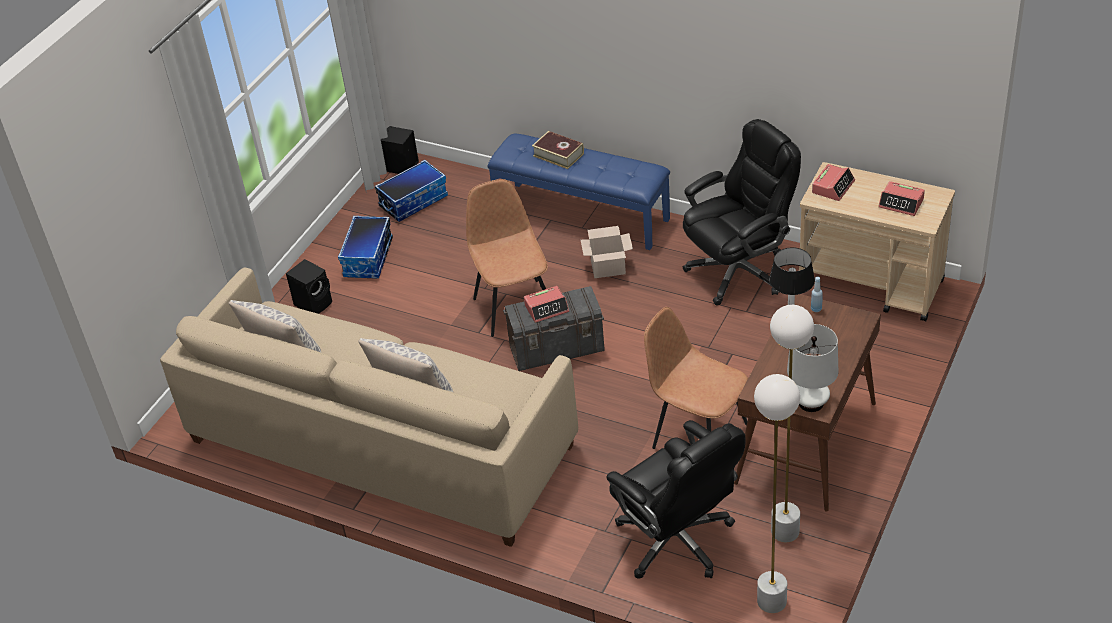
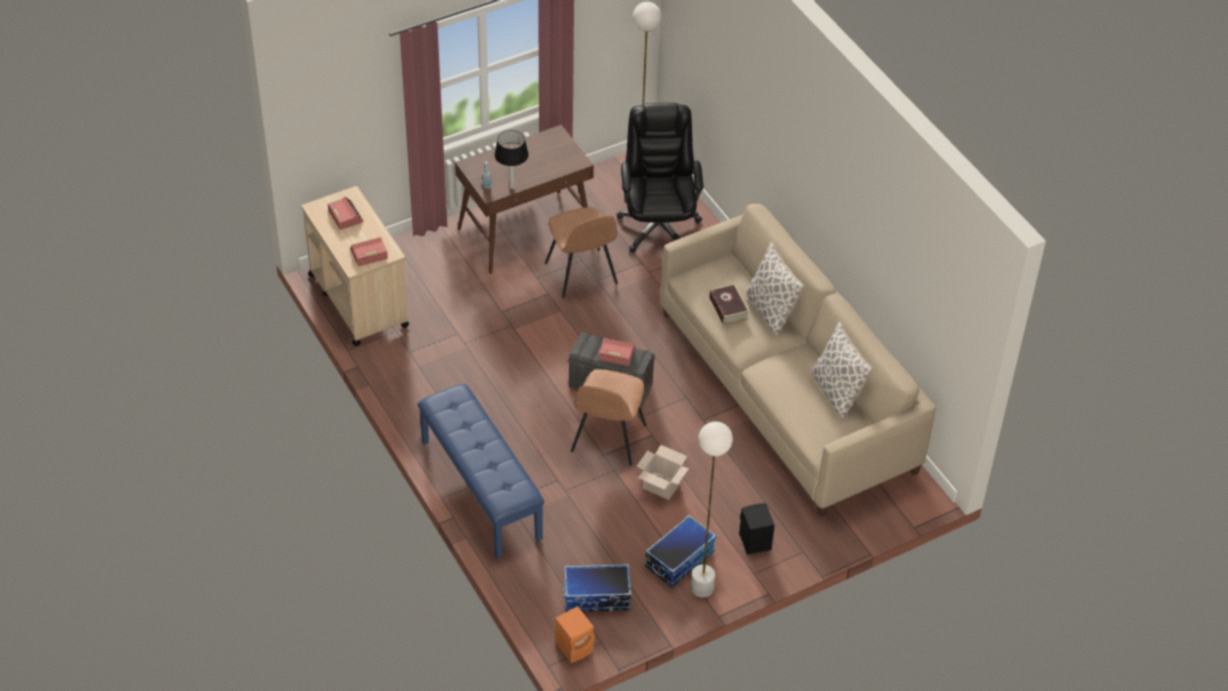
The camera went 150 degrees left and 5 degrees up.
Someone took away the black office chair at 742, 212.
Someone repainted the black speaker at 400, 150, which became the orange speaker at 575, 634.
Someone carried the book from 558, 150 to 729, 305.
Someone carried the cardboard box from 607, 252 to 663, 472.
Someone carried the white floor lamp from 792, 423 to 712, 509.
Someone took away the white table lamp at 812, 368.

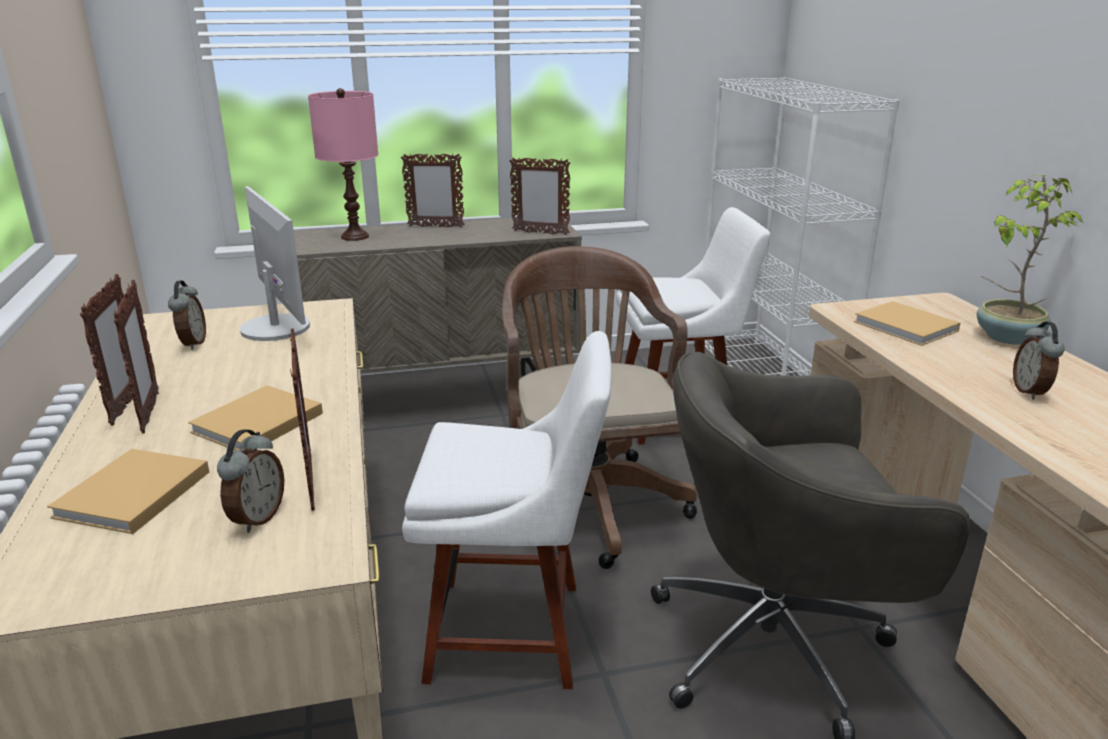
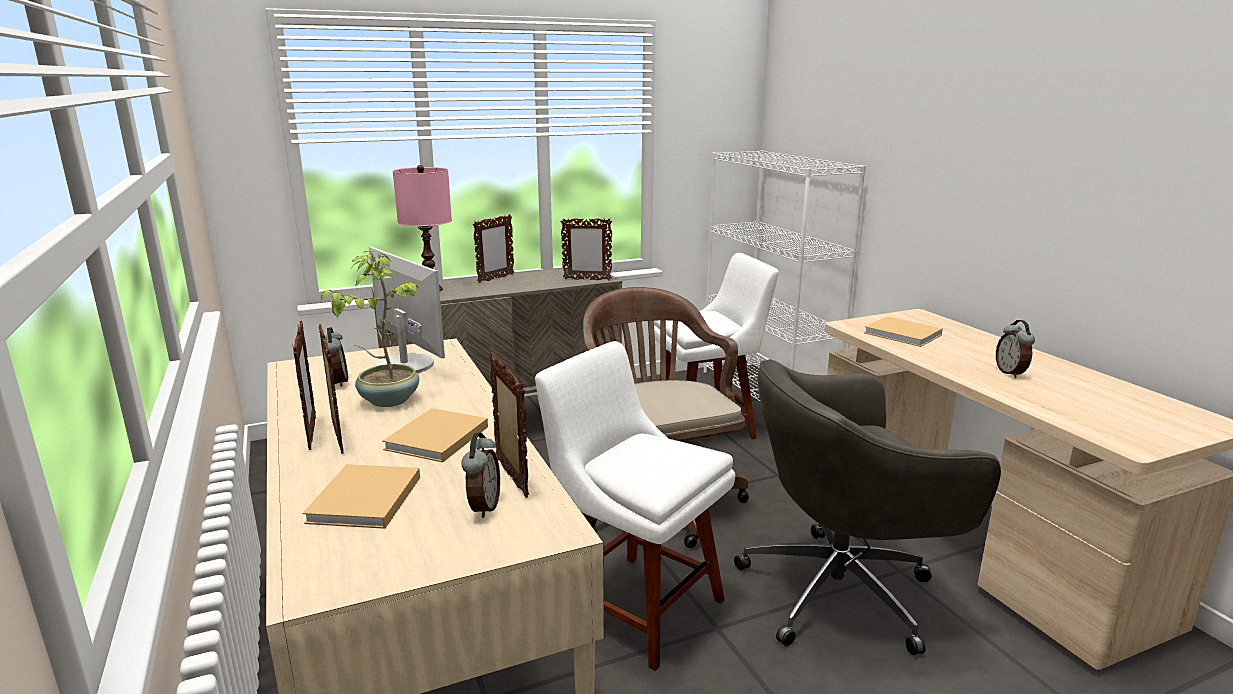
The camera went 10 degrees left and 5 degrees down.
Someone rotated the picture frame at 433, 190 by 45 degrees counterclockwise.
Someone carried the potted plant from 1031, 259 to 369, 328.
Someone rotated the white chair at 507, 510 by 135 degrees counterclockwise.

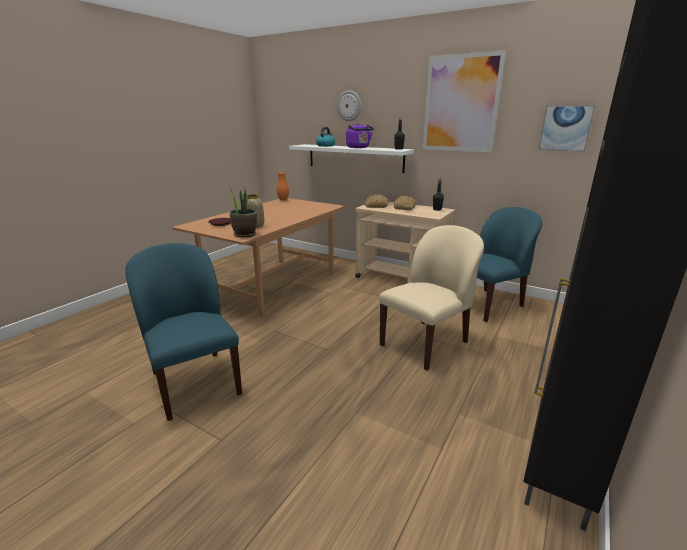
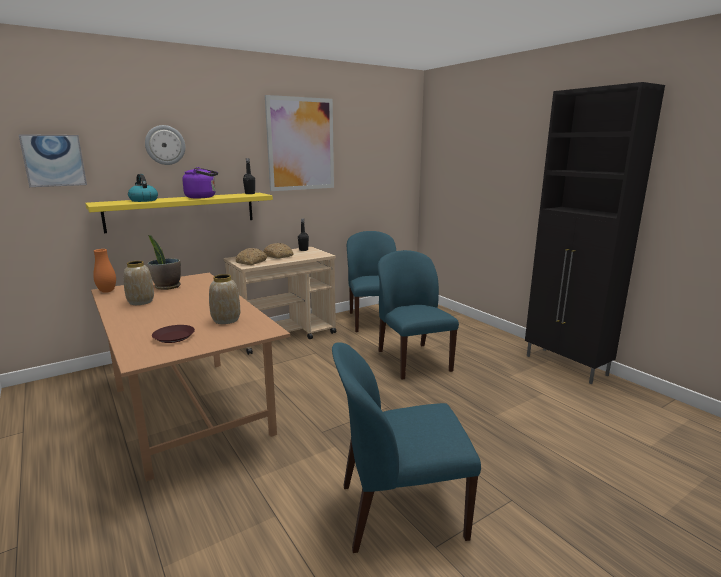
The camera went 65 degrees left and 5 degrees down.
Someone carried the picture from 566, 128 to 52, 160.
Someone repainted the white shelf at 351, 158, which became the yellow shelf at 179, 213.
Someone carried the potted plant from 242, 211 to 164, 262.
Someone repainted the beige chair at 431, 298, which became the blue chair at 418, 314.
Someone put down the vase at 138, 283.

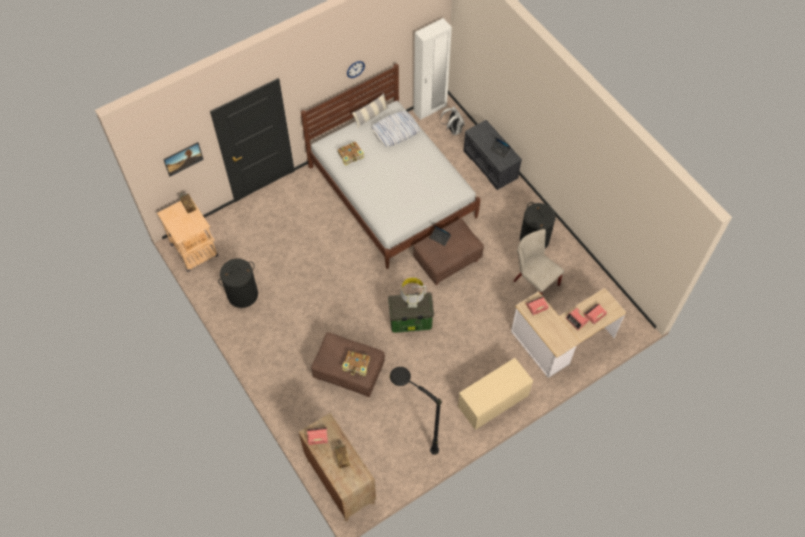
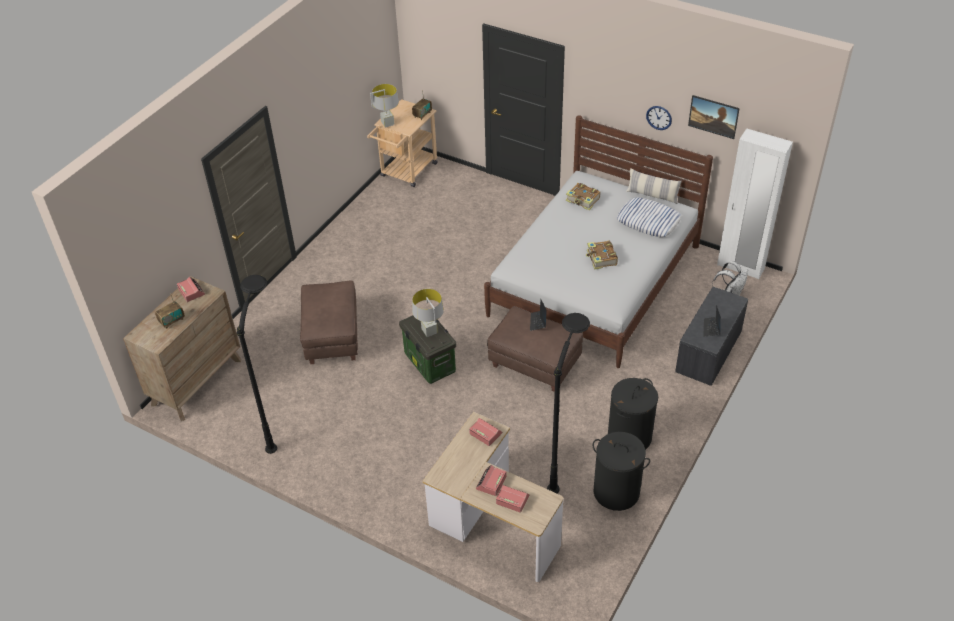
The camera went 65 degrees right and 15 degrees down.
Someone carried the picture from 183, 159 to 714, 117.
Someone swapped the beige chair at 538, 262 for the black floor lamp at 568, 403.
Someone carried the black laundry basket from 238, 283 to 621, 471.
Someone carried the book from 356, 363 to 602, 255.
Someone took away the beige bench at 495, 394.
Someone put down the grey table lamp at 384, 106.

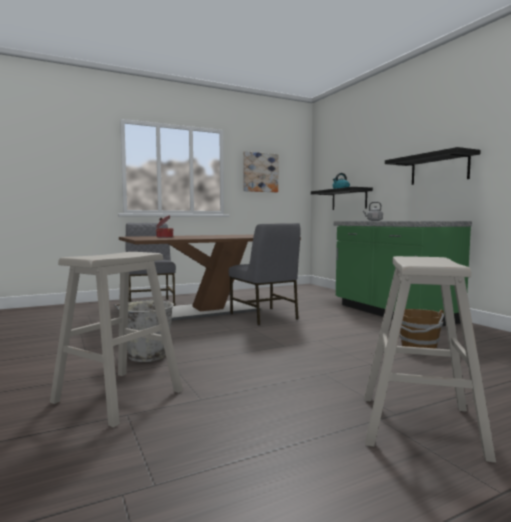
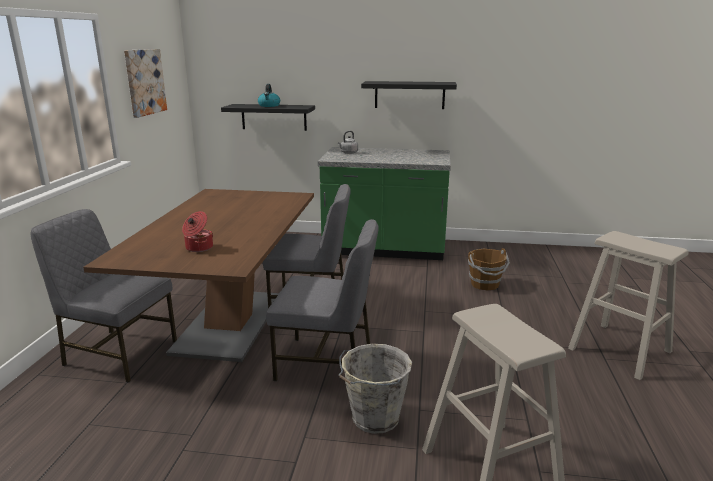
The camera went 55 degrees left and 15 degrees up.
Someone put down the grey chair at 322, 300.

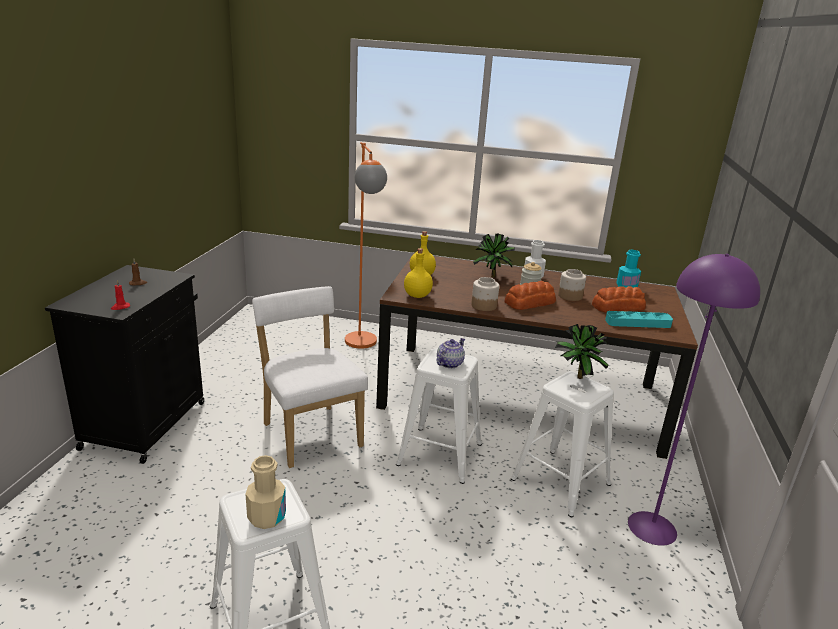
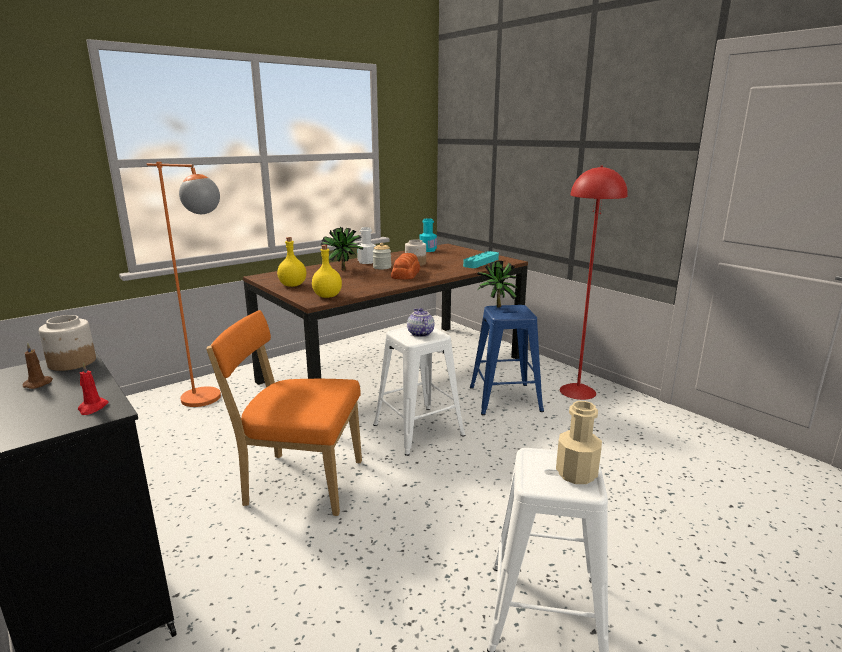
The camera went 50 degrees left and 5 degrees down.
Someone repainted the purple floor lamp at 694, 400, which became the red floor lamp at 594, 283.
Someone carried the jar from 485, 294 to 67, 343.
Someone repainted the white chair at 310, 377, which became the orange chair at 284, 413.
Someone took away the bread at 619, 299.
Someone repainted the white stool at 562, 444, which became the blue stool at 507, 360.

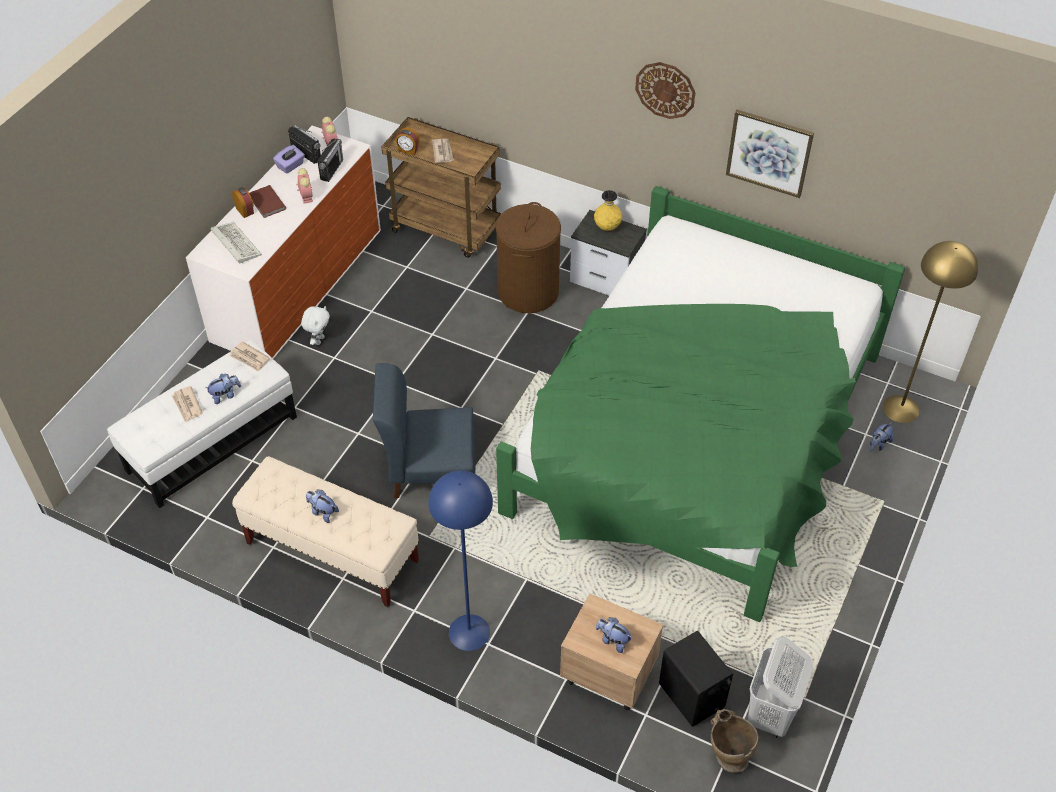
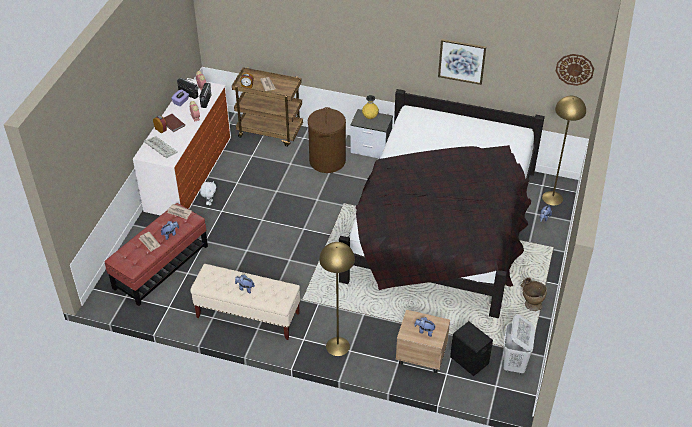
The camera went 10 degrees left and 5 degrees down.
Someone carried the wall clock from 665, 90 to 575, 70.
Someone repainted the green bed at 701, 404, which became the black bed at 442, 203.
Someone repainted the white ottoman at 202, 424, which became the red ottoman at 156, 254.
Someone took away the blue chair at 424, 430.
Someone repainted the blue floor lamp at 460, 561, which became the yellow floor lamp at 337, 299.
Someone carried the beige vase from 734, 741 to 533, 294.

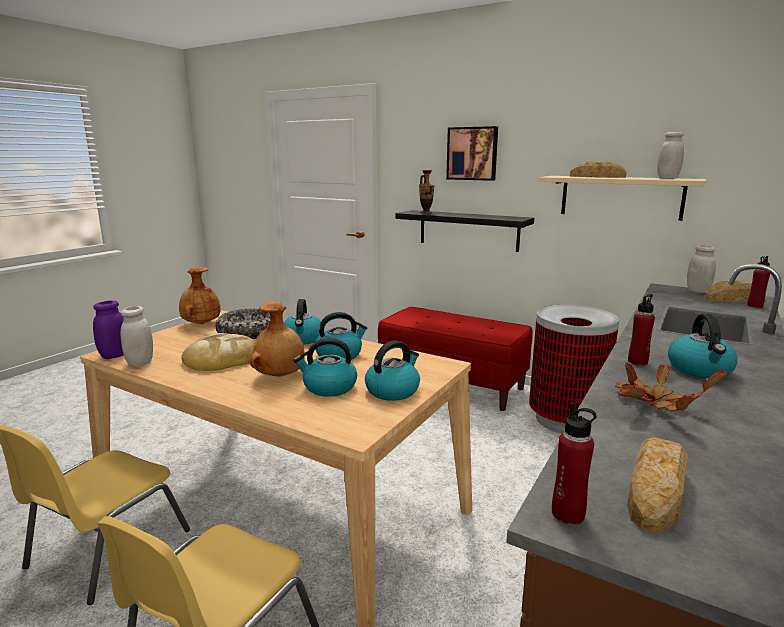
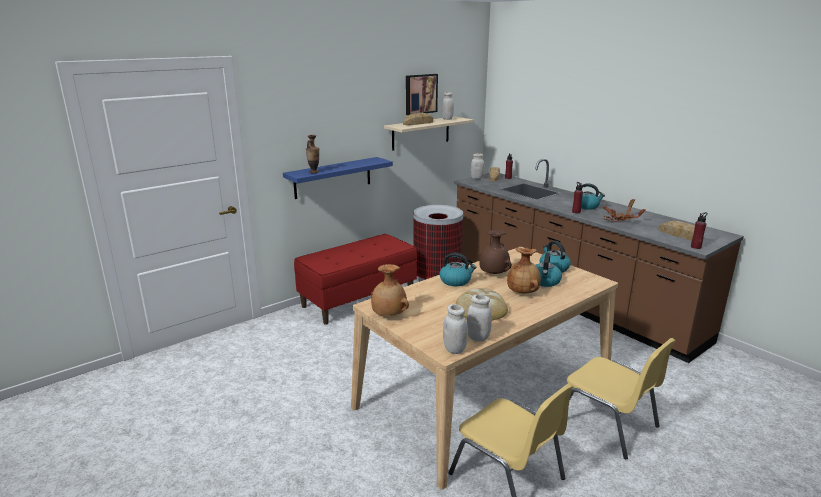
The camera went 70 degrees left and 5 degrees up.
Someone carried the picture from 472, 153 to 422, 94.
Someone repainted the black shelf at 464, 231, which became the blue shelf at 338, 178.
Someone repainted the purple jar at 108, 329, which became the white jar at 455, 329.
Someone took away the bowl at 243, 323.
Someone swapped the kettle at 341, 336 for the brown vase at 495, 252.

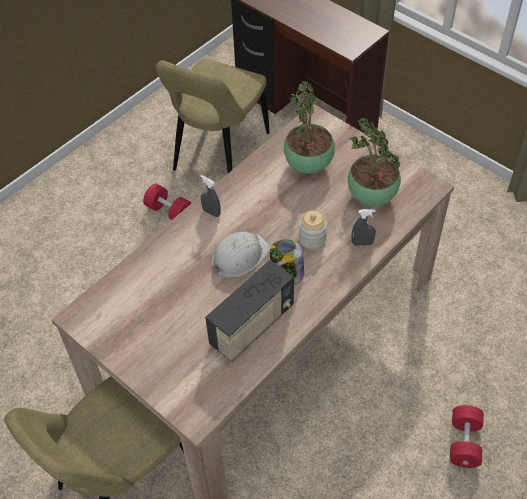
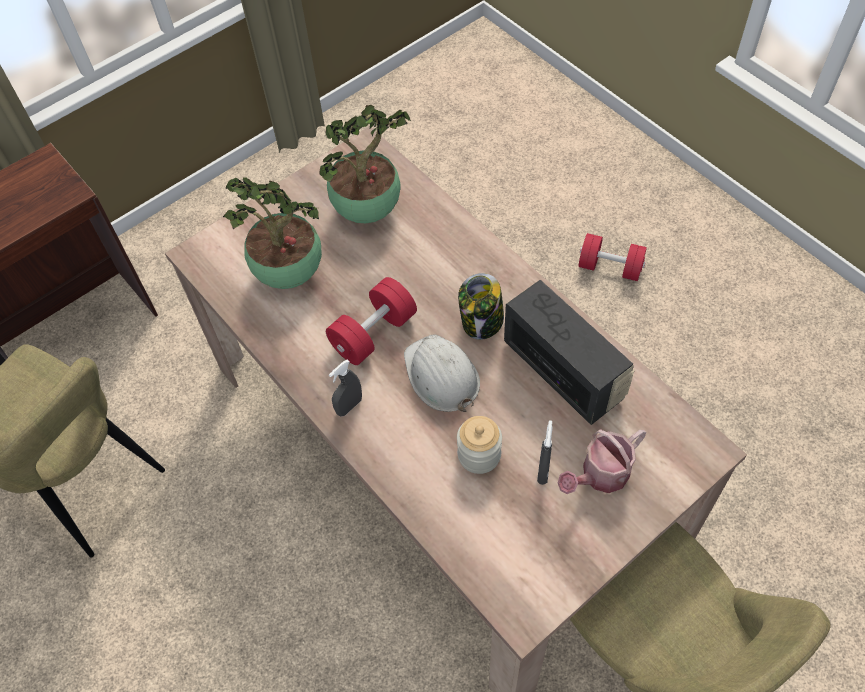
The camera went 80 degrees left and 5 degrees up.
Someone carried the red dumbbell from 167, 202 to 371, 321.
Someone carried the grey spray bottle from 364, 227 to 545, 452.
Someone carried the jar from 313, 229 to 479, 445.
Someone put down the watering can at 602, 461.

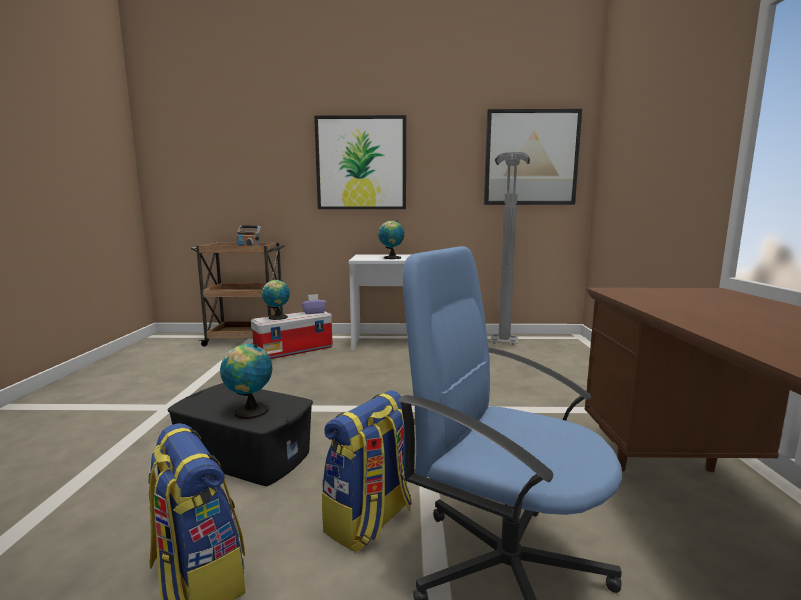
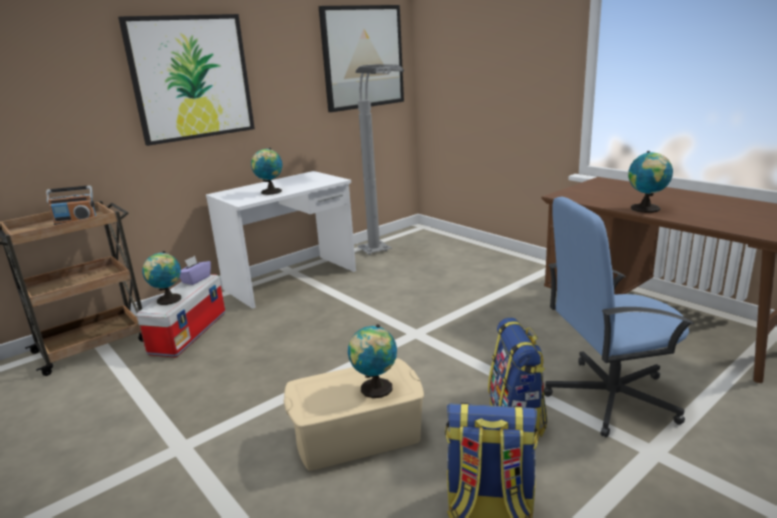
The camera went 40 degrees left and 10 degrees up.
Someone repainted the black storage box at 240, 434, which became the beige storage box at 354, 414.
Someone put down the globe at 650, 182.

